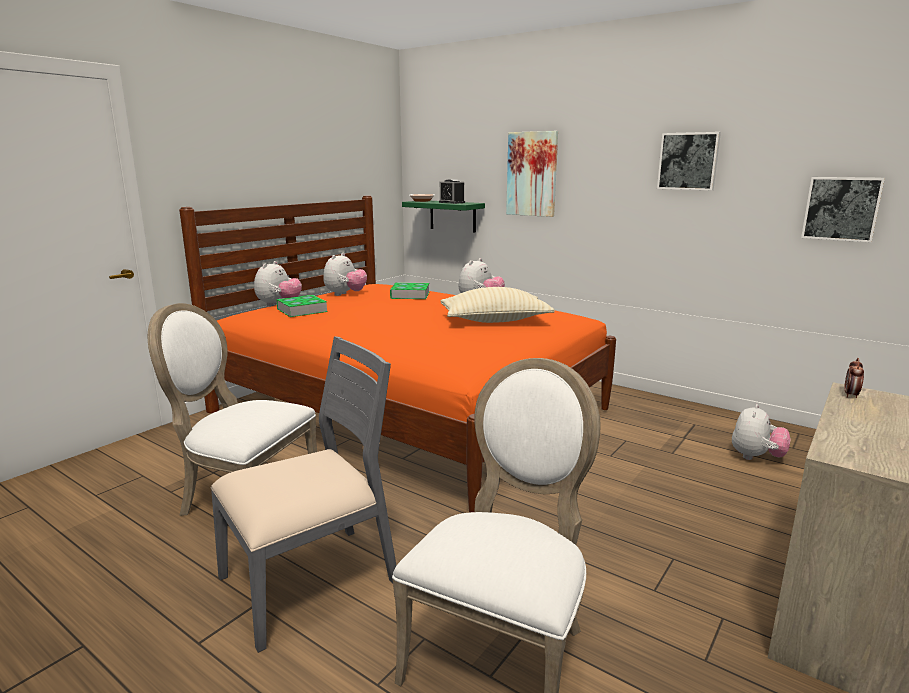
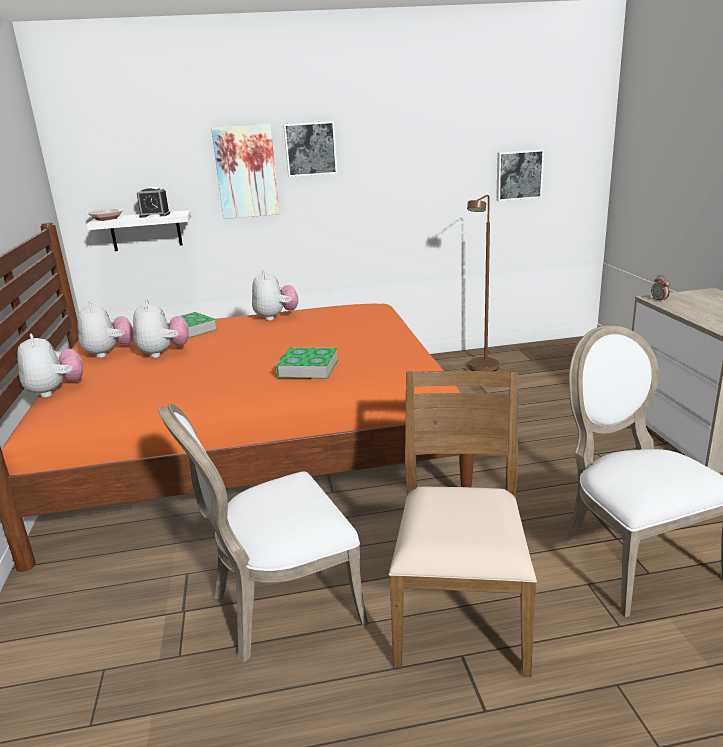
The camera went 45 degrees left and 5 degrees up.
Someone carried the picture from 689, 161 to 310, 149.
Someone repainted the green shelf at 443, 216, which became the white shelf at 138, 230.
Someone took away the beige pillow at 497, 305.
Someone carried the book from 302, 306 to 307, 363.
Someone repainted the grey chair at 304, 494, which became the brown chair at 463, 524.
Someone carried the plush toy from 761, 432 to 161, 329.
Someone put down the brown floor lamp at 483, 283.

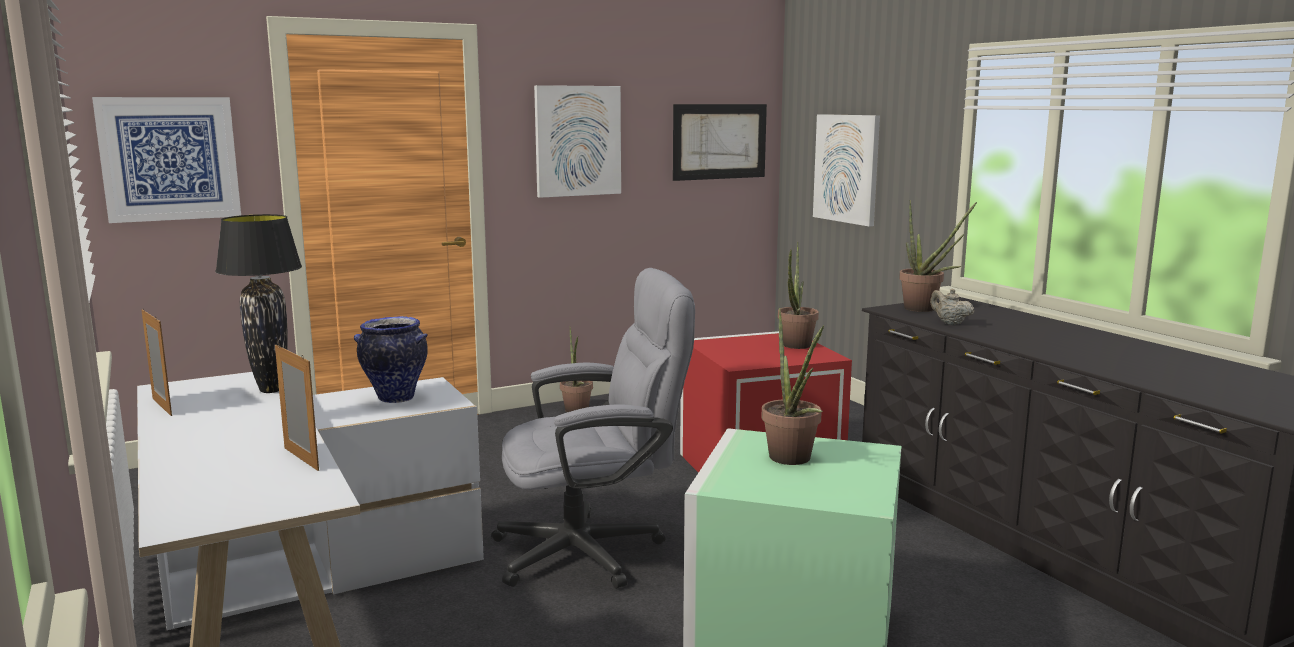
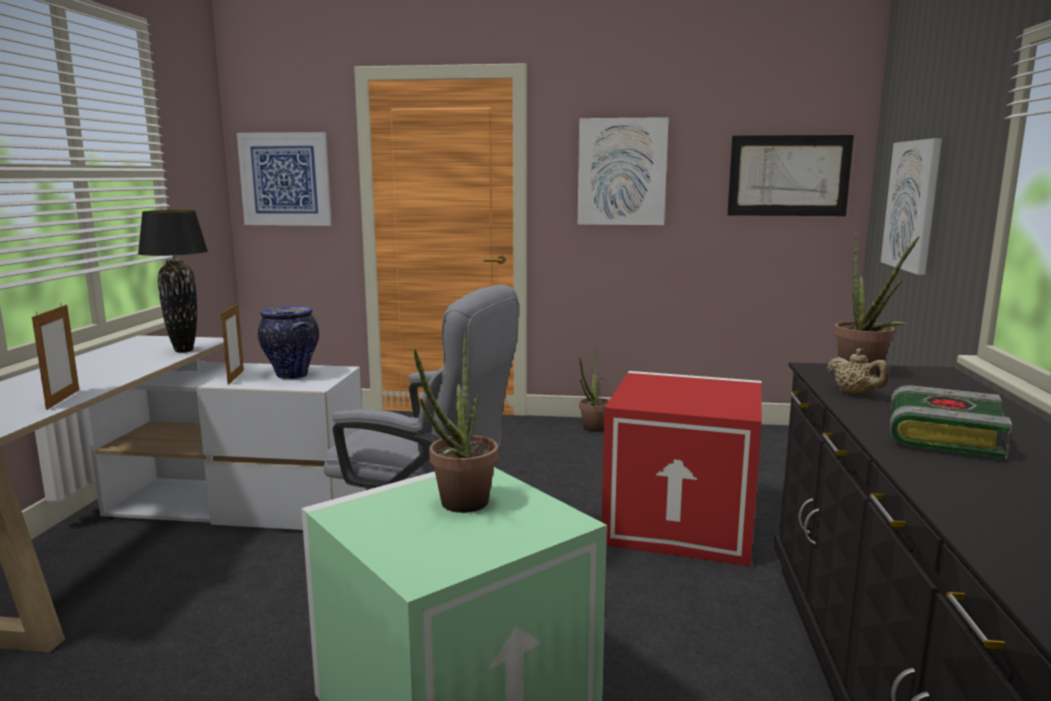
The camera went 35 degrees right and 0 degrees up.
Someone took away the potted plant at 798, 295.
Someone rotated the beige teapot at 952, 307 by 150 degrees clockwise.
Someone carried the picture frame from 156, 362 to 232, 344.
Someone put down the book at 951, 422.

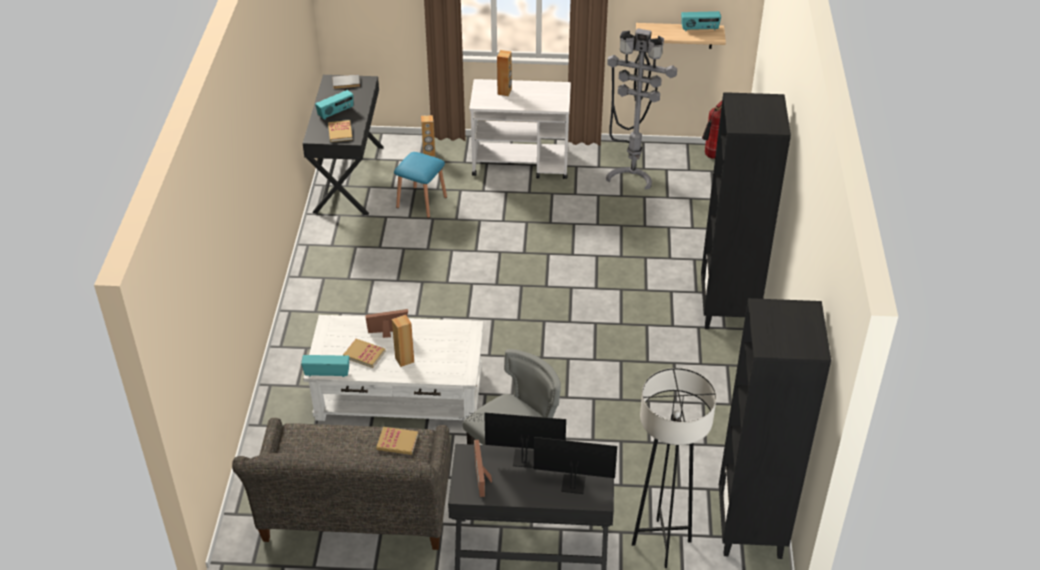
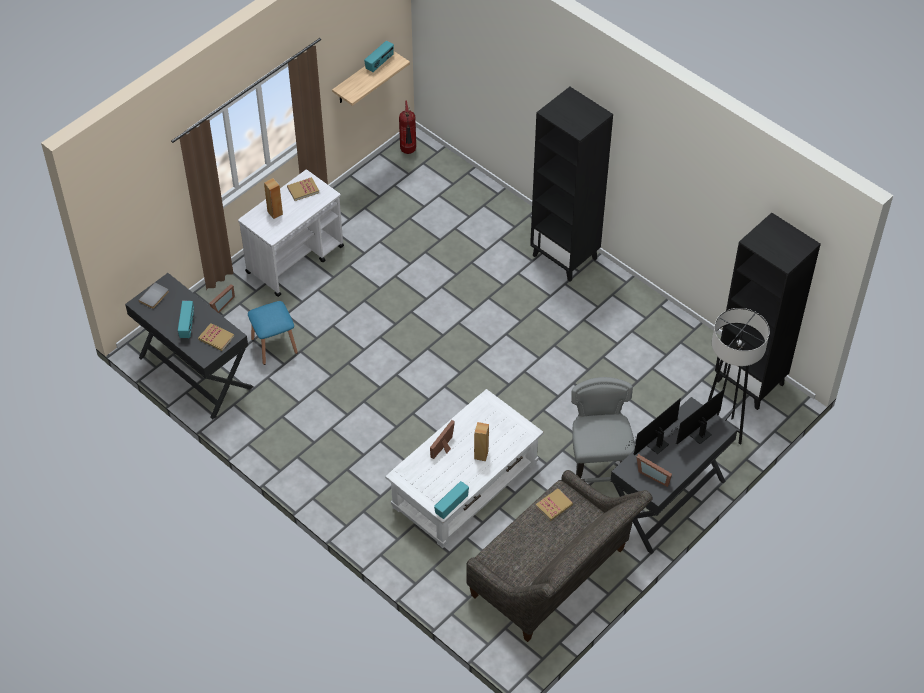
The camera went 50 degrees left and 10 degrees up.
Someone took away the grey floor lamp at 641, 108.
Someone swapped the brown speaker at 428, 136 for the picture frame at 222, 298.
Someone carried the book from 364, 353 to 303, 189.

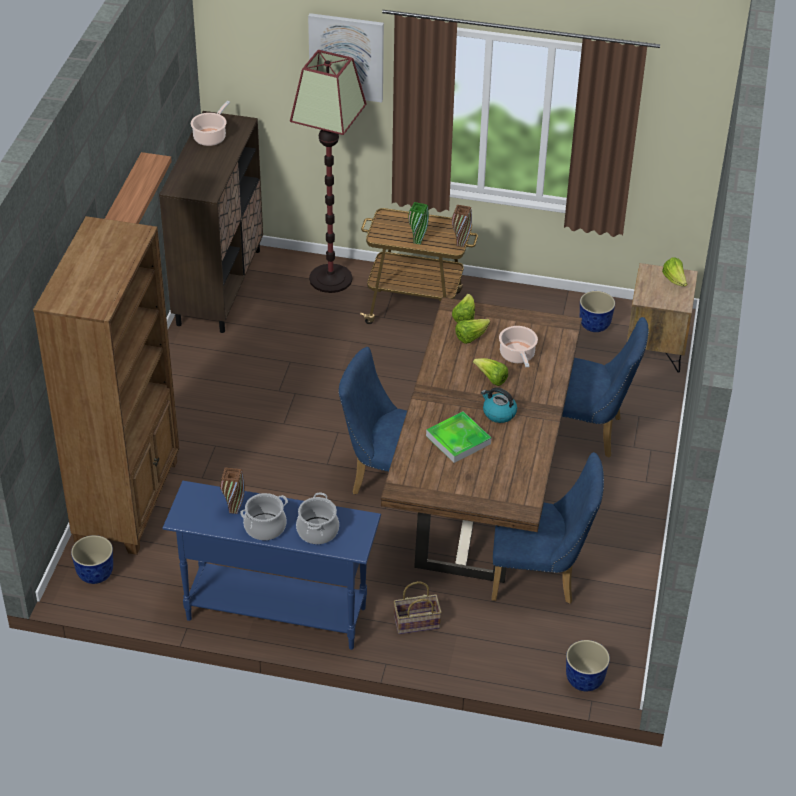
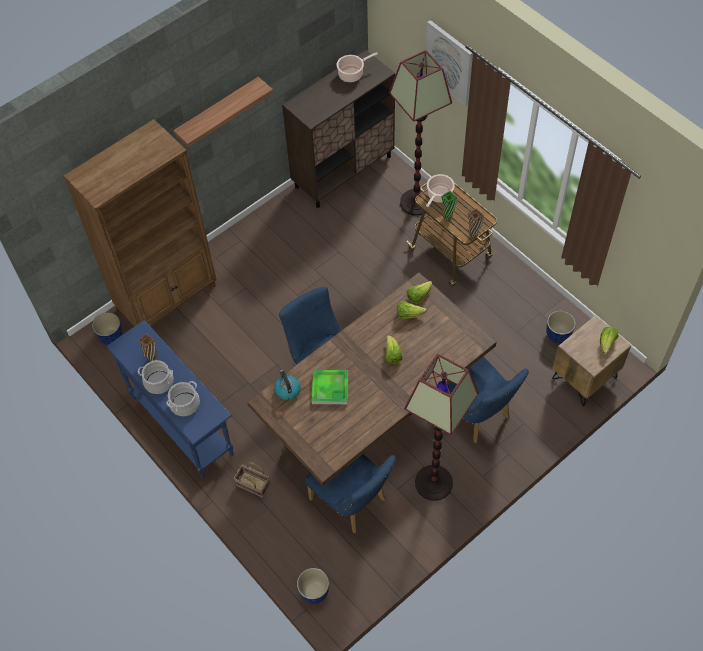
The camera went 40 degrees right and 15 degrees up.
Someone carried the cooking pot from 518, 346 to 440, 190.
Someone carried the kettle from 499, 405 to 287, 385.
Someone put down the floor lamp at 441, 427.

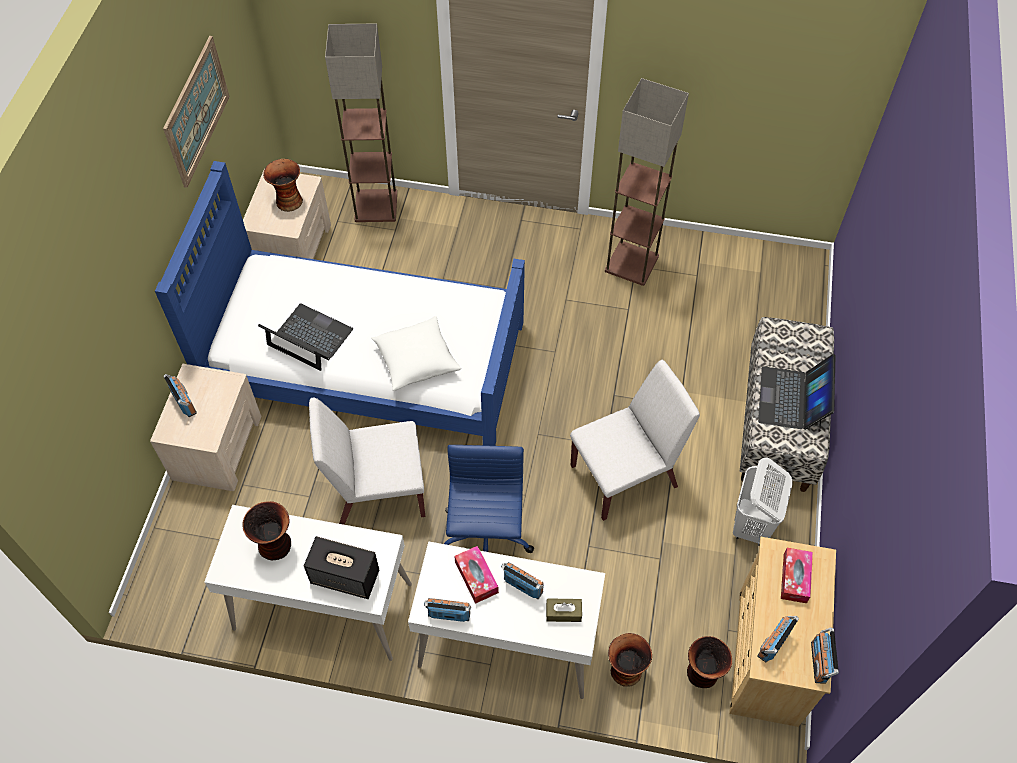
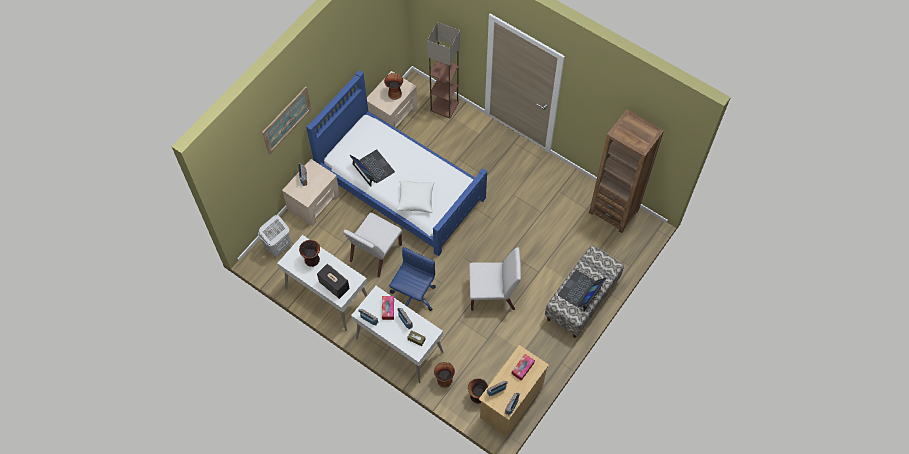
The camera went 25 degrees right and 5 degrees up.
Someone carried the picture from 196, 112 to 287, 121.
Someone took away the floor lamp at 647, 182.
Someone rotated the white chair at 367, 461 by 75 degrees counterclockwise.
Someone carried the white laundry basket from 763, 501 to 274, 236.
Someone put down the brown bookcase at 626, 171.

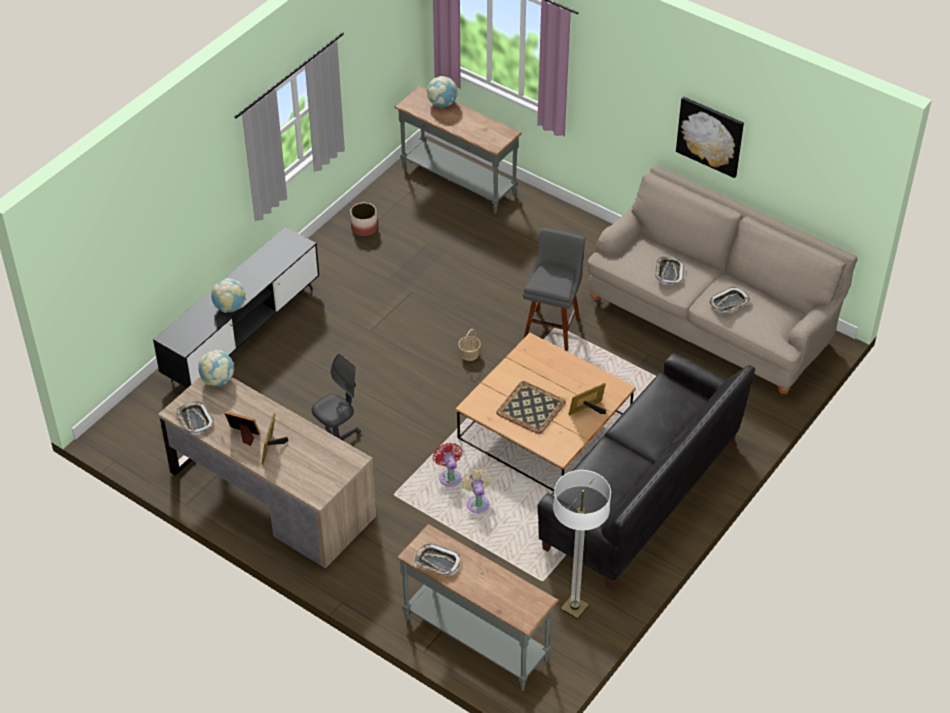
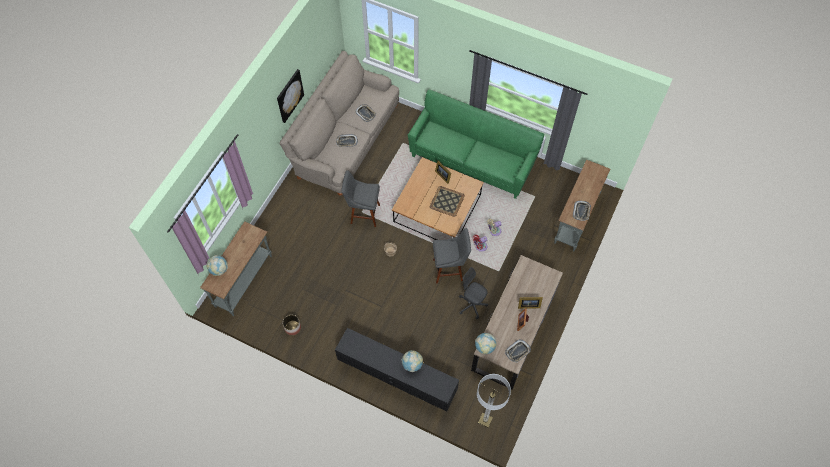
The camera went 100 degrees left and 15 degrees up.
Someone repainted the black sofa at 646, 472, which became the green sofa at 476, 144.
Someone carried the floor lamp from 582, 545 to 494, 401.
Someone put down the grey stool at 452, 256.

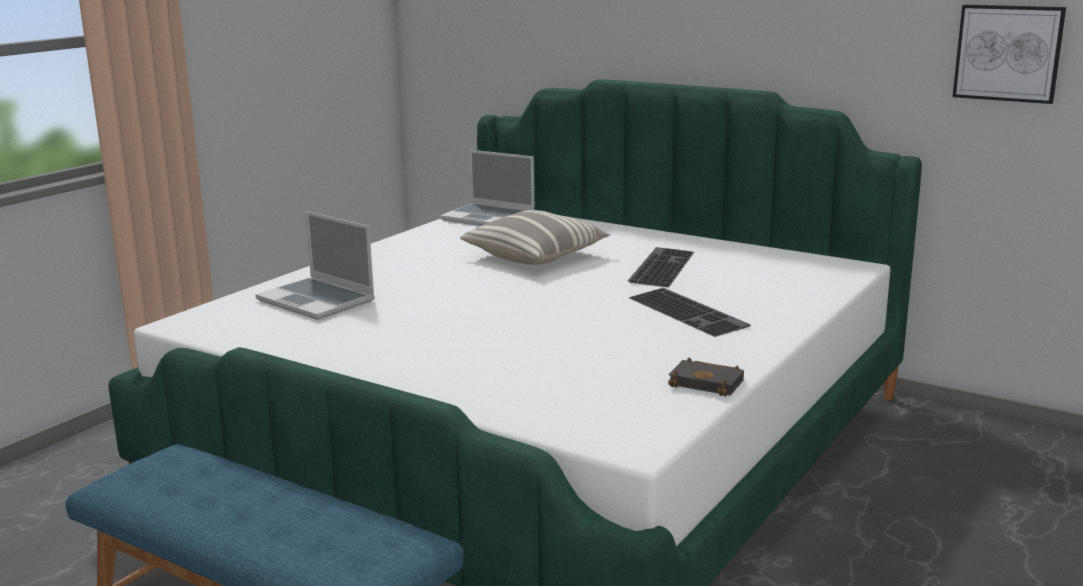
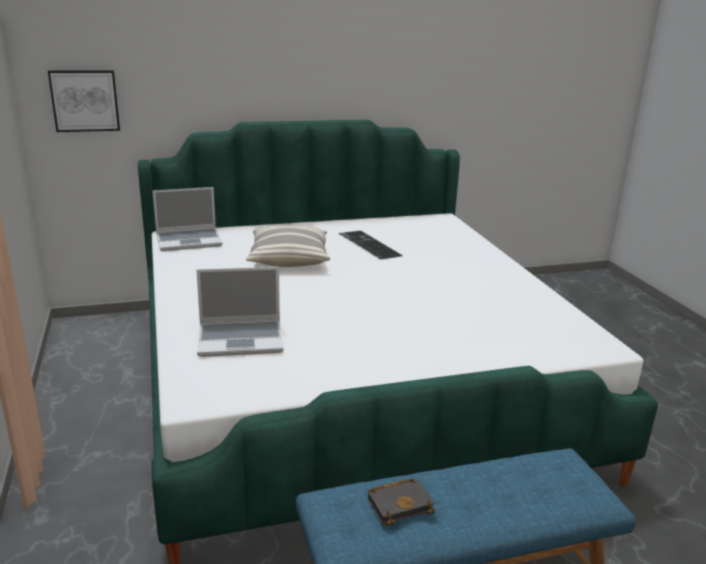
The camera went 50 degrees left and 5 degrees up.
Someone carried the picture from 1009, 54 to 84, 101.
Someone took away the keyboard at 690, 312.
Someone carried the black book from 706, 377 to 401, 502.

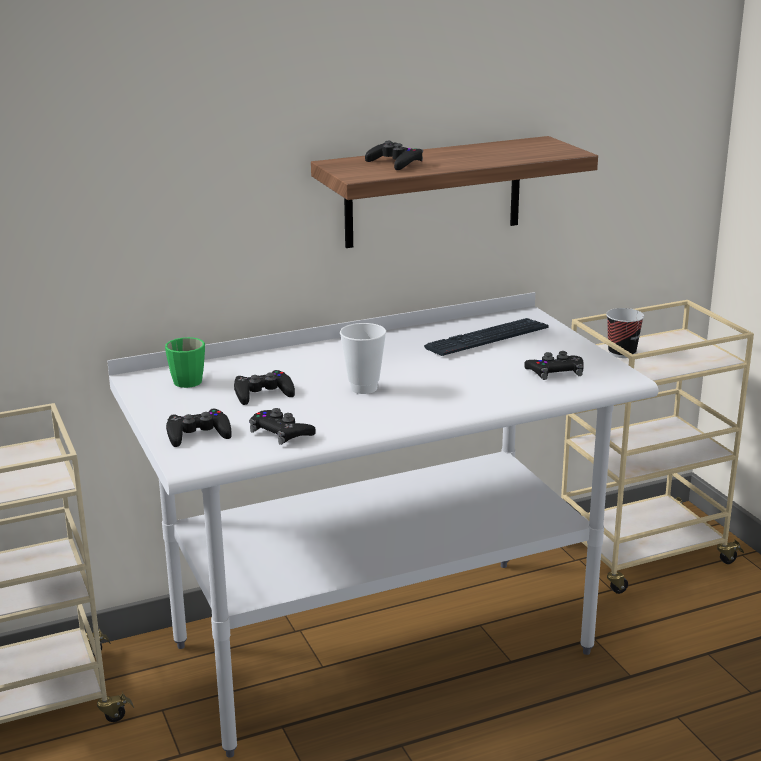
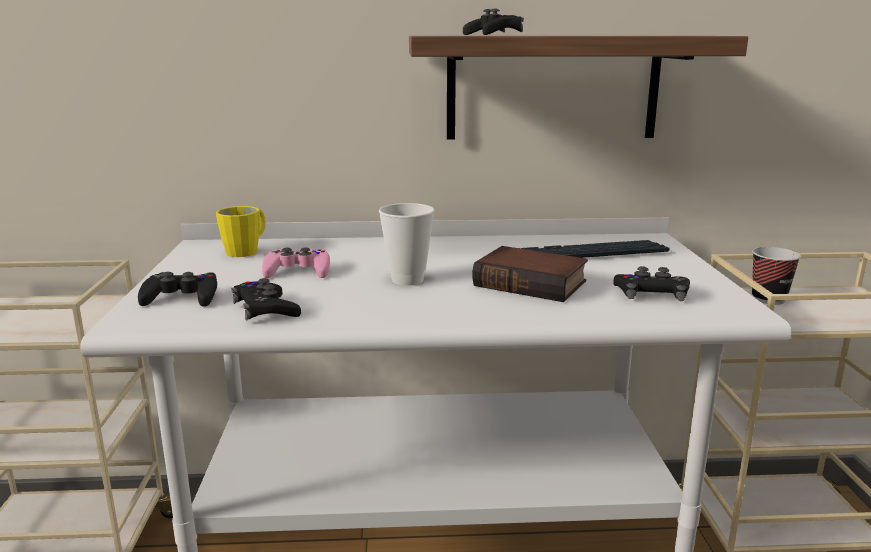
The camera went 20 degrees right and 5 degrees down.
Someone repainted the green mug at 185, 362, which became the yellow mug at 240, 231.
Someone repainted the black game controller at 264, 387, which became the pink game controller at 296, 263.
Someone put down the book at 530, 274.

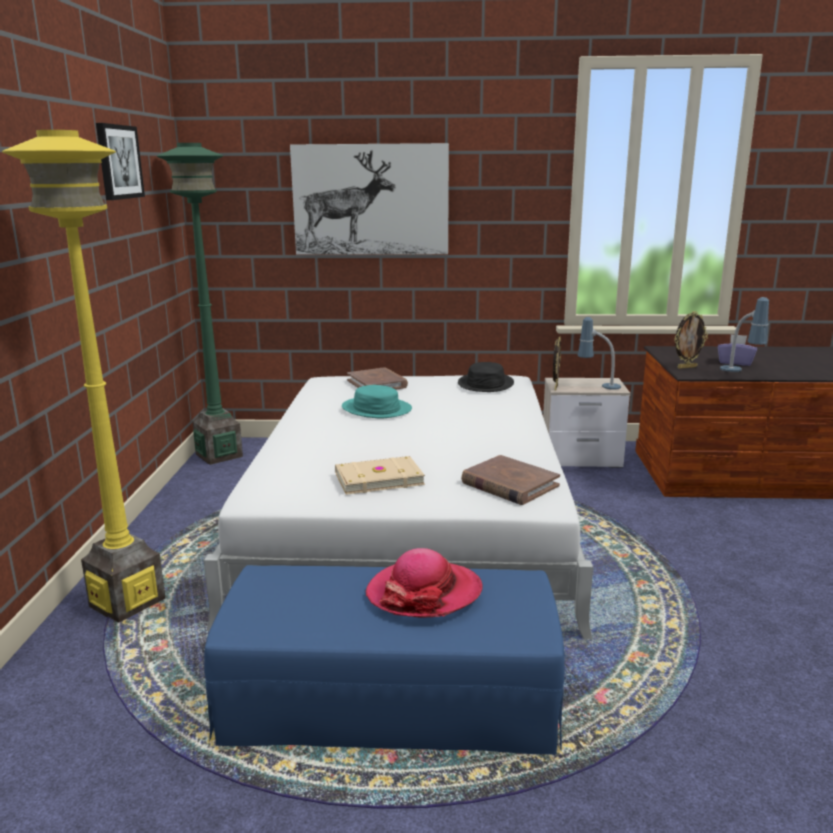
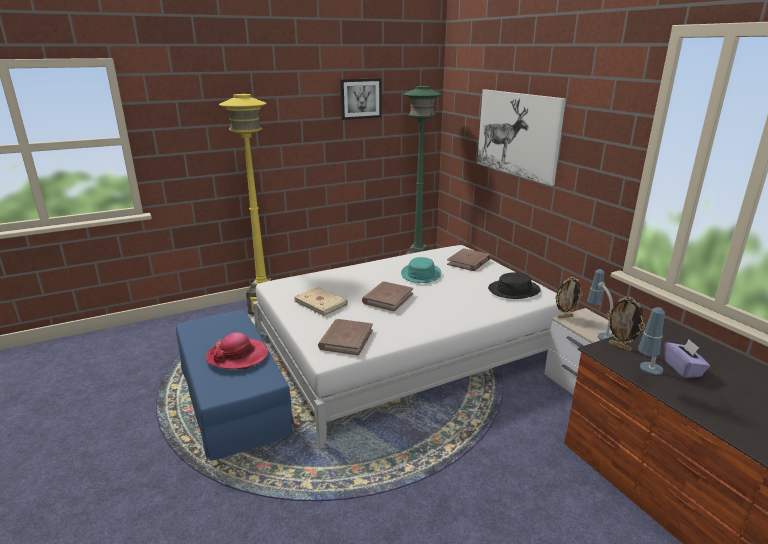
The camera went 60 degrees right and 5 degrees up.
Someone put down the brown book at 387, 296.

